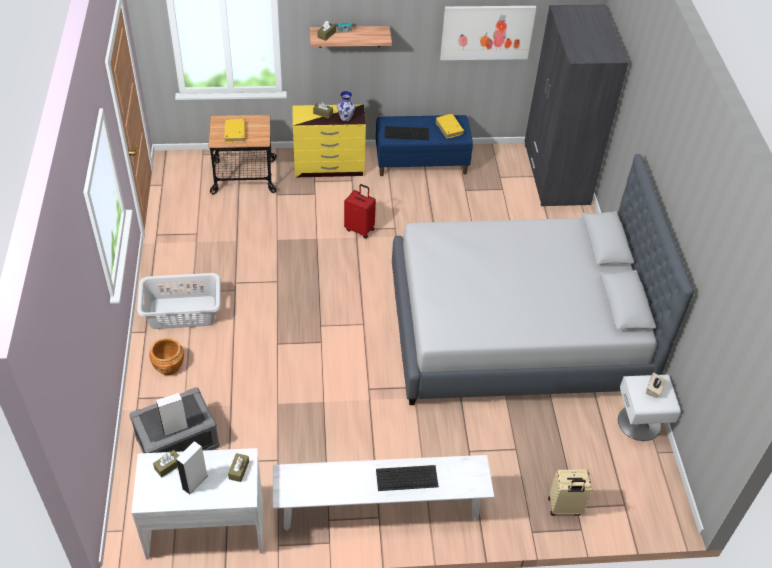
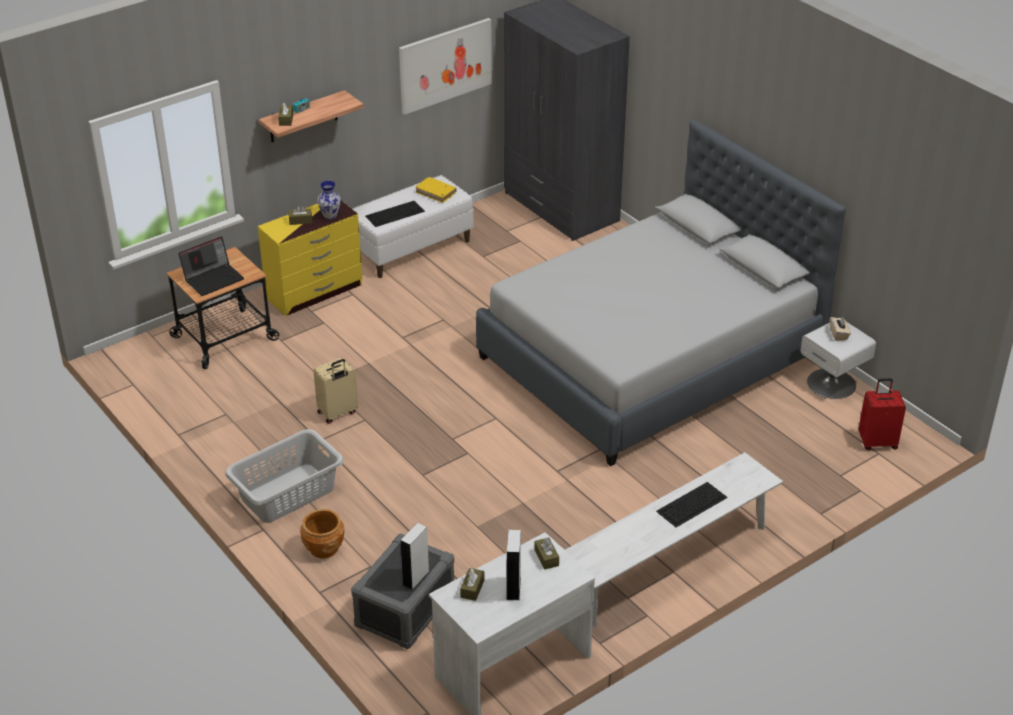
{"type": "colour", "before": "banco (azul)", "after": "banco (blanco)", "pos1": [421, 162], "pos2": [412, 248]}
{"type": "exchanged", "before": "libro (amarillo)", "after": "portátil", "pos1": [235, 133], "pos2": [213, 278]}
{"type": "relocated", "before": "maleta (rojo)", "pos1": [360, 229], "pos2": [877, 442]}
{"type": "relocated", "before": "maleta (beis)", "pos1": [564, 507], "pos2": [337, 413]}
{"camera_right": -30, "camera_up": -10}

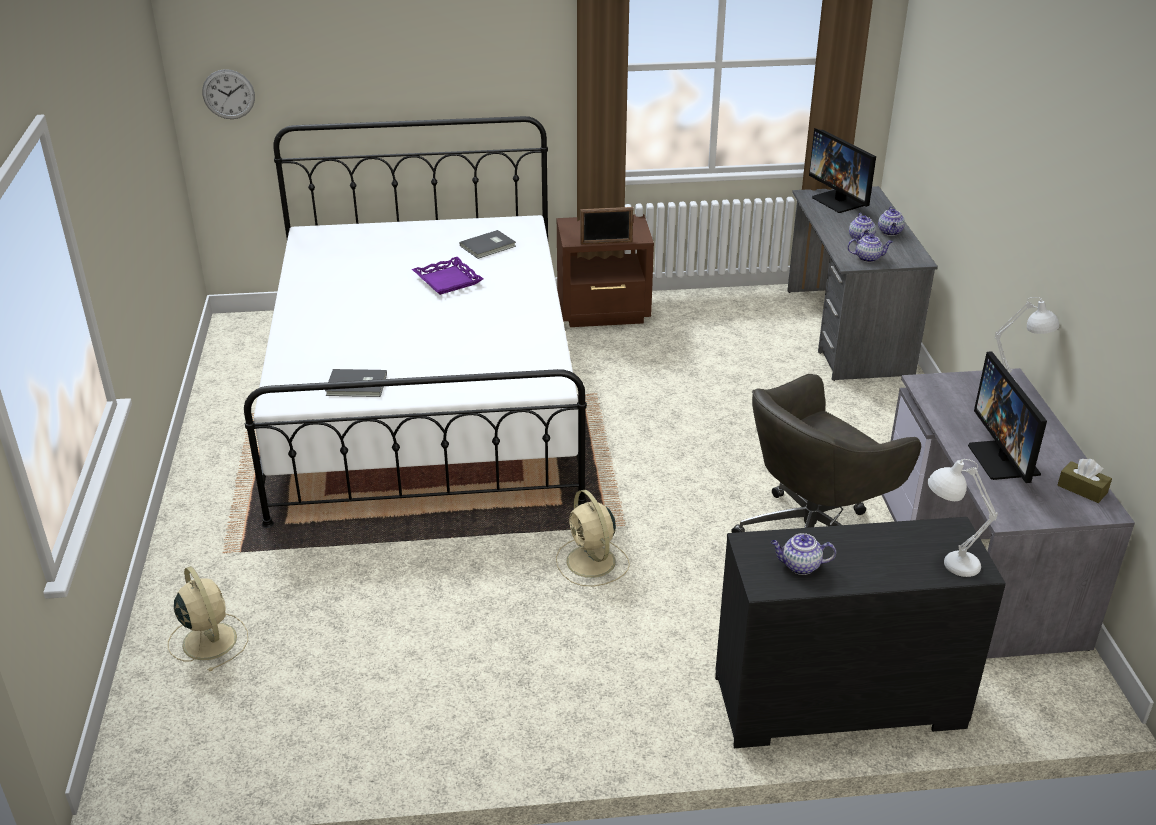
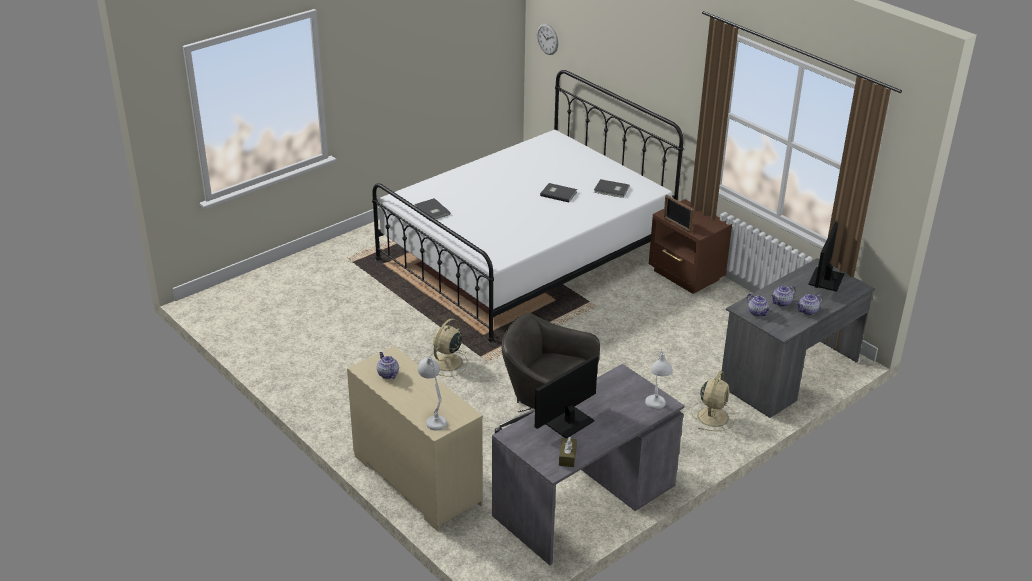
{"type": "exchanged", "before": "bandeja (morado)", "after": "libro (gris)", "pos1": [447, 280], "pos2": [558, 193]}
{"type": "colour", "before": "cómoda (negro)", "after": "cómoda (beis)", "pos1": [838, 704], "pos2": [416, 480]}
{"type": "relocated", "before": "ventilador (beis)", "pos1": [209, 639], "pos2": [713, 416]}
{"camera_right": 55, "camera_up": 0}

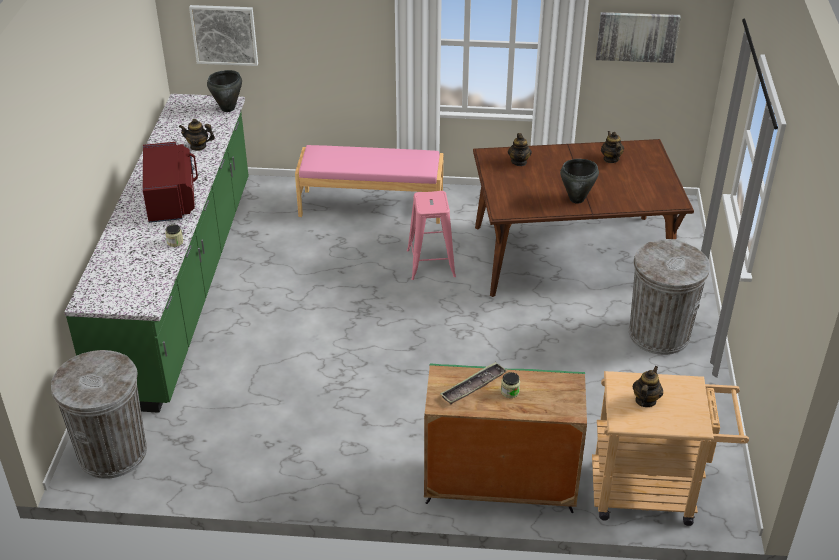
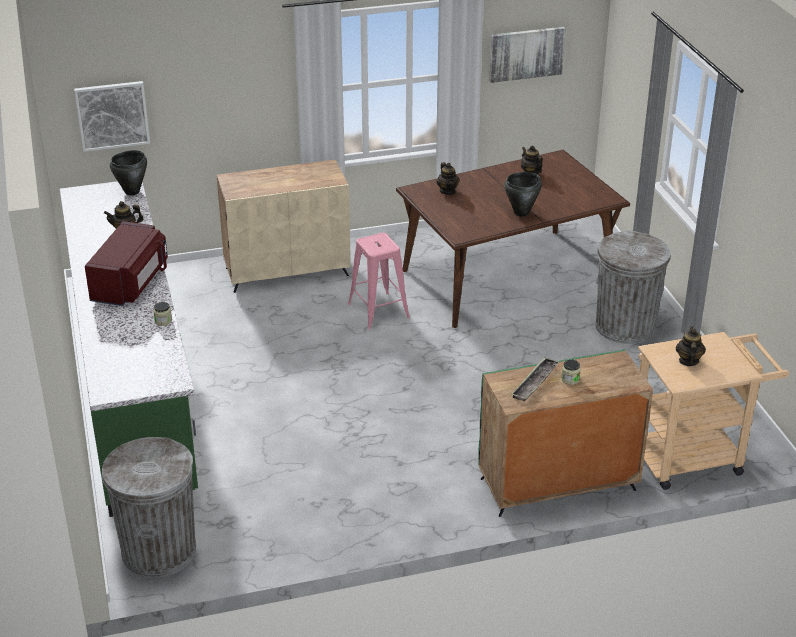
{"type": "spun", "before": "microondas (rojo)", "pos1": [171, 199], "pos2": [131, 283], "turn": 45}
{"type": "exchanged", "before": "banco (rosa)", "after": "armario (beis)", "pos1": [371, 206], "pos2": [287, 271]}
{"camera_right": -20, "camera_up": -5}

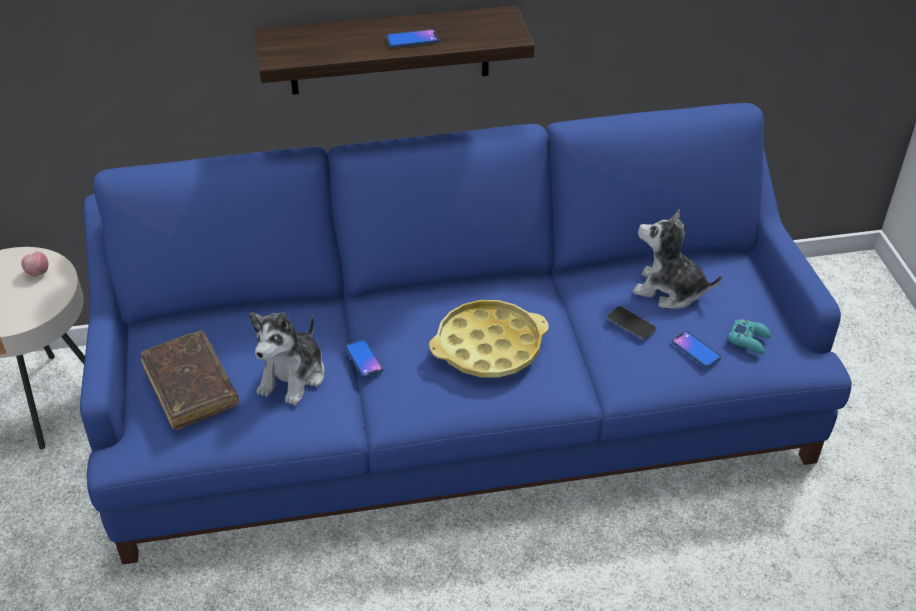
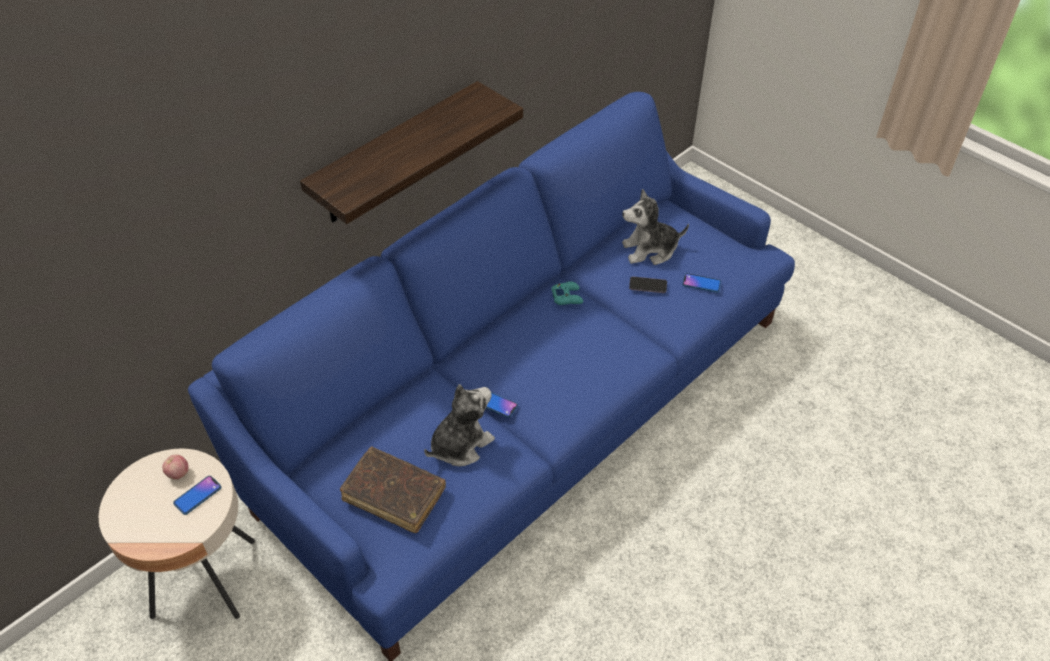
{"type": "relocated", "before": "móvil", "pos1": [412, 39], "pos2": [197, 495]}
{"type": "missing", "before": "bandeja (amarillo)", "pos1": [488, 346]}
{"type": "spun", "before": "peluche", "pos1": [293, 376], "pos2": [460, 444], "turn": -120}
{"type": "relocated", "before": "mando de consola (turquesa)", "pos1": [749, 340], "pos2": [567, 296]}
{"camera_right": -35, "camera_up": 5}

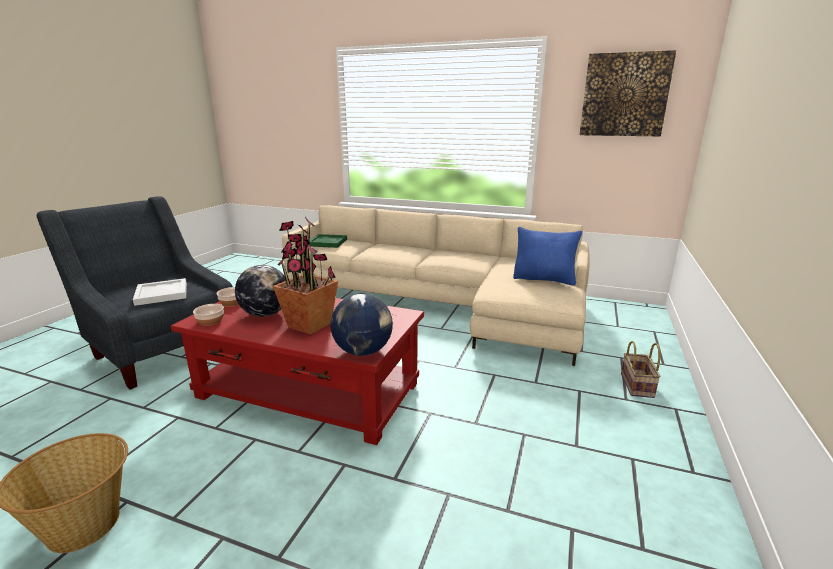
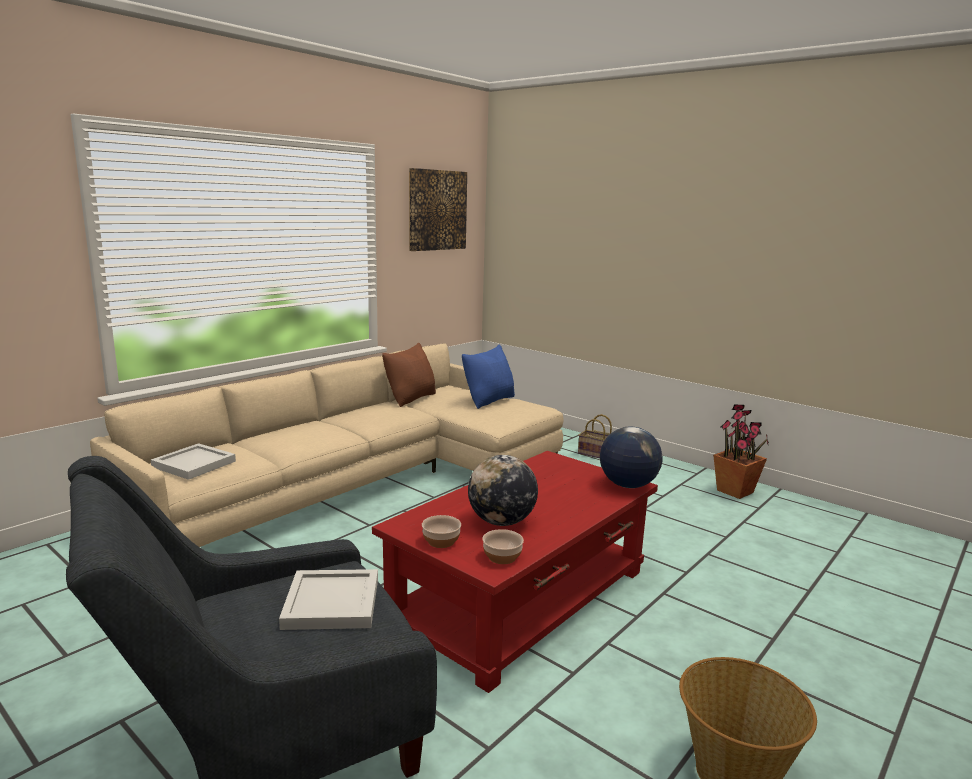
{"type": "relocated", "before": "planta en maceta", "pos1": [309, 325], "pos2": [735, 491]}
{"type": "colour", "before": "bandeja (verde)", "after": "bandeja (blanco)", "pos1": [328, 243], "pos2": [195, 464]}
{"type": "appeared", "after": "cojín (marrón)", "pos2": [411, 399]}
{"camera_right": -70, "camera_up": -5}

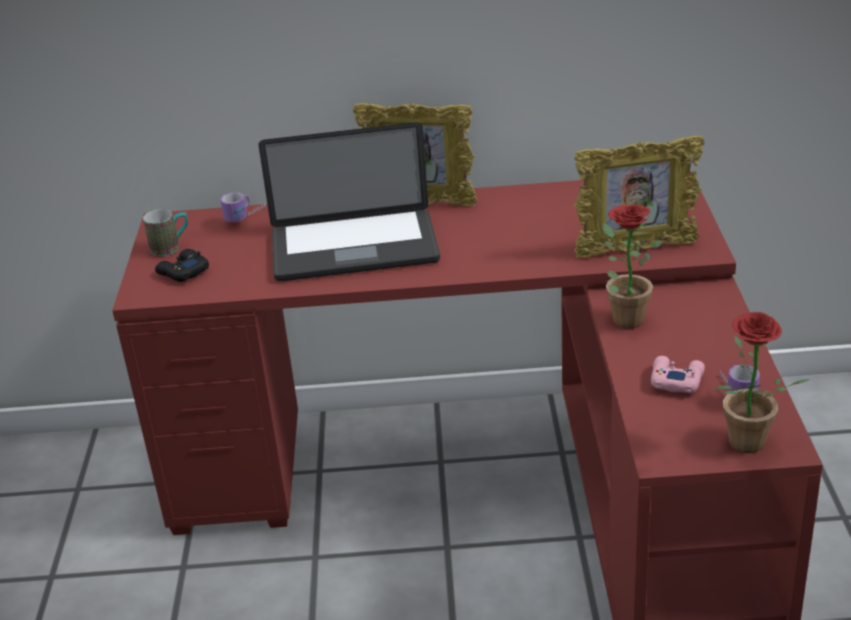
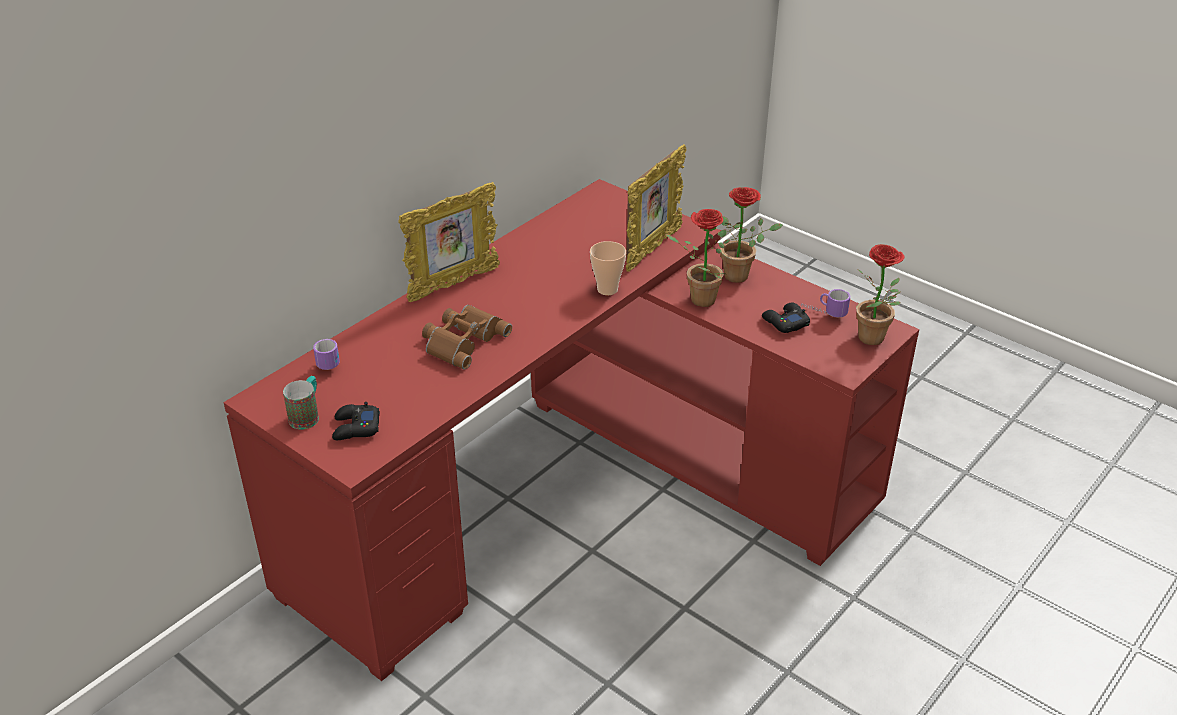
{"type": "exchanged", "before": "portátil", "after": "prismáticos (marrón)", "pos1": [354, 248], "pos2": [462, 340]}
{"type": "colour", "before": "mando de consola (rosa)", "after": "mando de consola (negro)", "pos1": [676, 380], "pos2": [785, 322]}
{"type": "appeared", "after": "planta en maceta", "pos2": [741, 275]}
{"type": "appeared", "after": "taza", "pos2": [607, 289]}
{"camera_right": -50, "camera_up": 5}

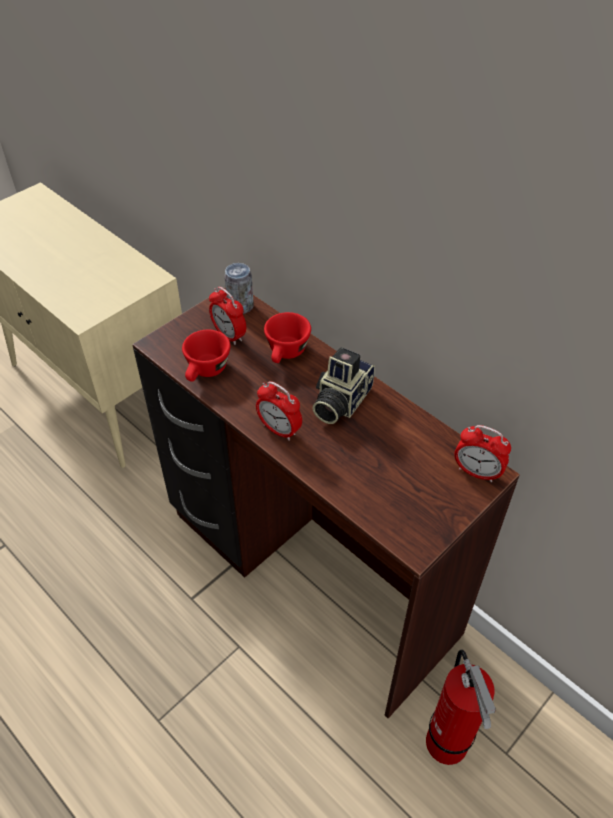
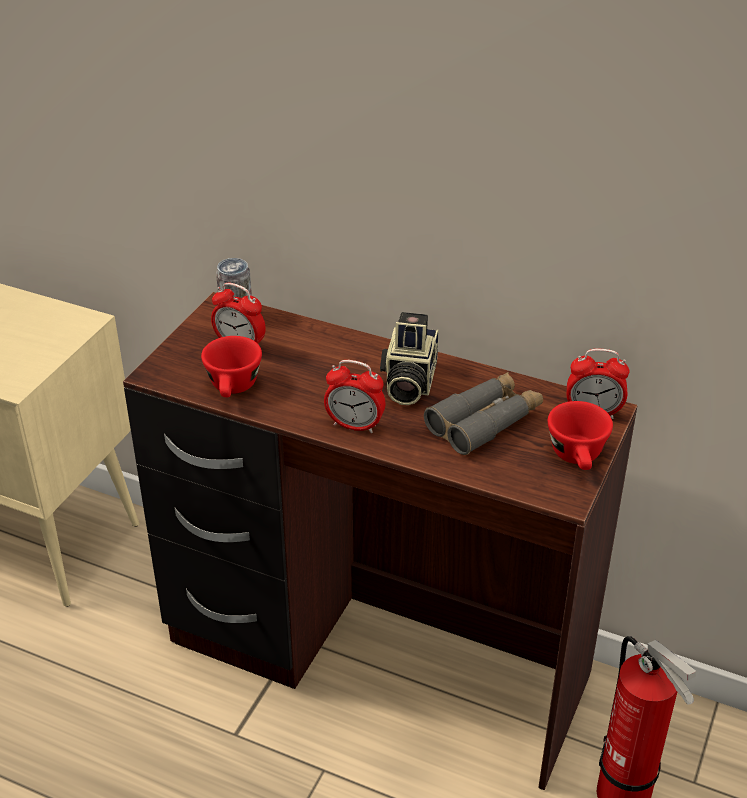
{"type": "relocated", "before": "taza (rojo)", "pos1": [286, 354], "pos2": [578, 458]}
{"type": "appeared", "after": "prismáticos (gris)", "pos2": [484, 421]}
{"camera_right": -20, "camera_up": -10}

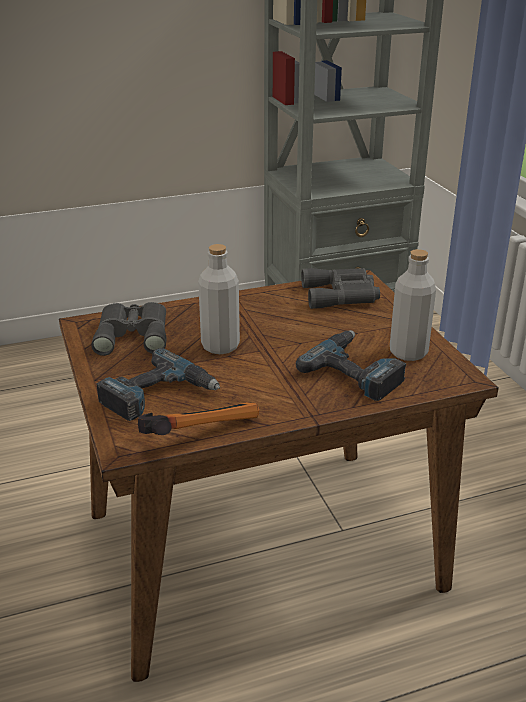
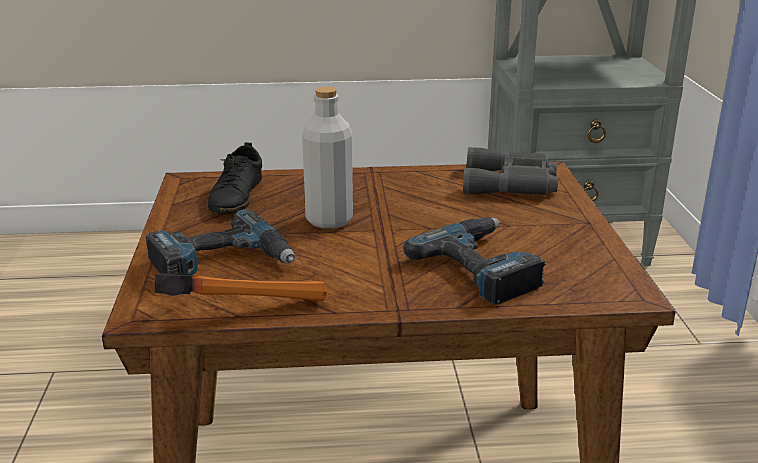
{"type": "missing", "before": "botella (gris)", "pos1": [408, 352]}
{"type": "exchanged", "before": "prismáticos (gris)", "after": "zapato (negro)", "pos1": [133, 334], "pos2": [236, 196]}
{"camera_right": 15, "camera_up": -5}

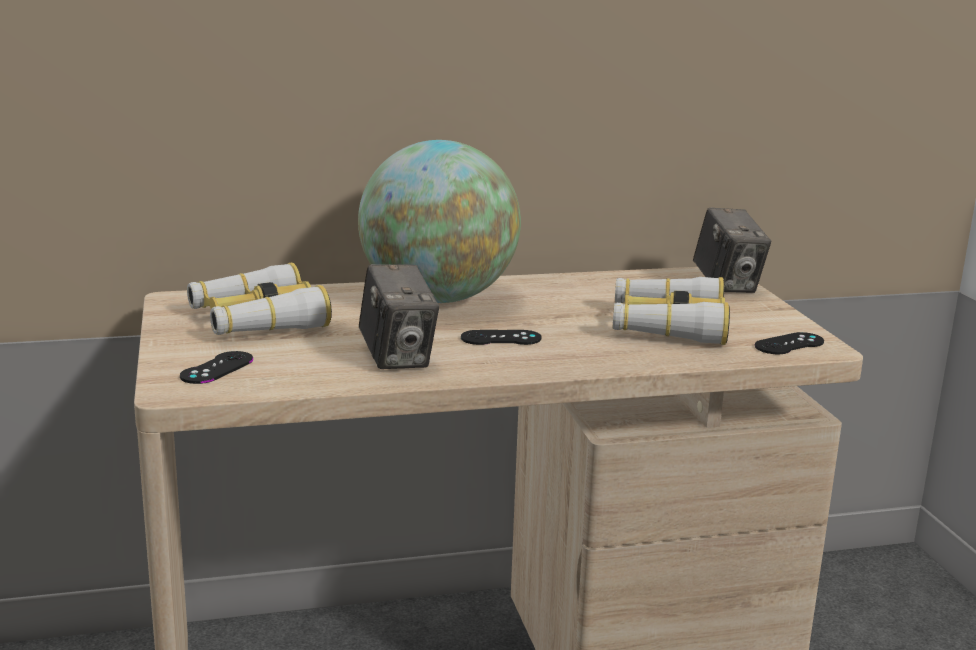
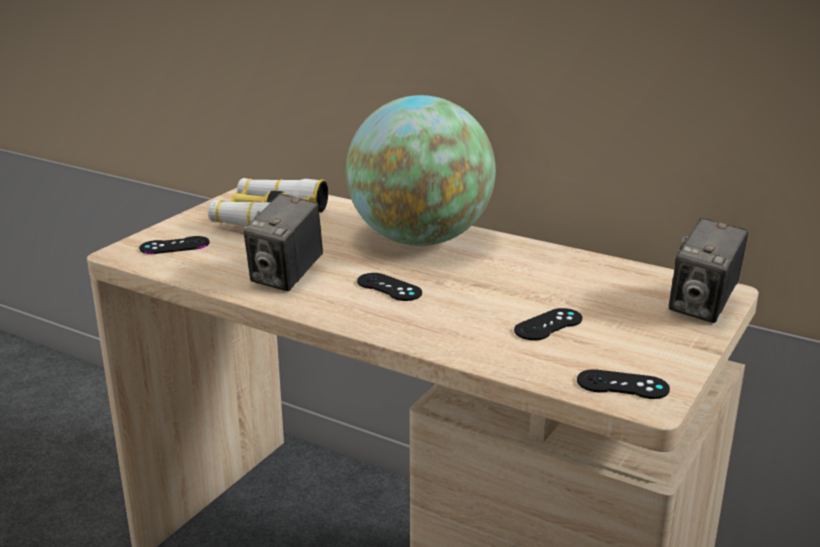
{"type": "exchanged", "before": "prismáticos", "after": "mando de consola (negro)", "pos1": [667, 325], "pos2": [548, 325]}
{"camera_right": 45, "camera_up": 5}

